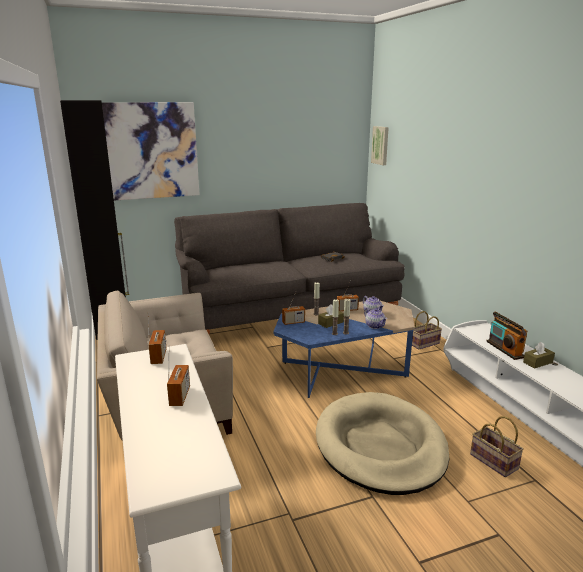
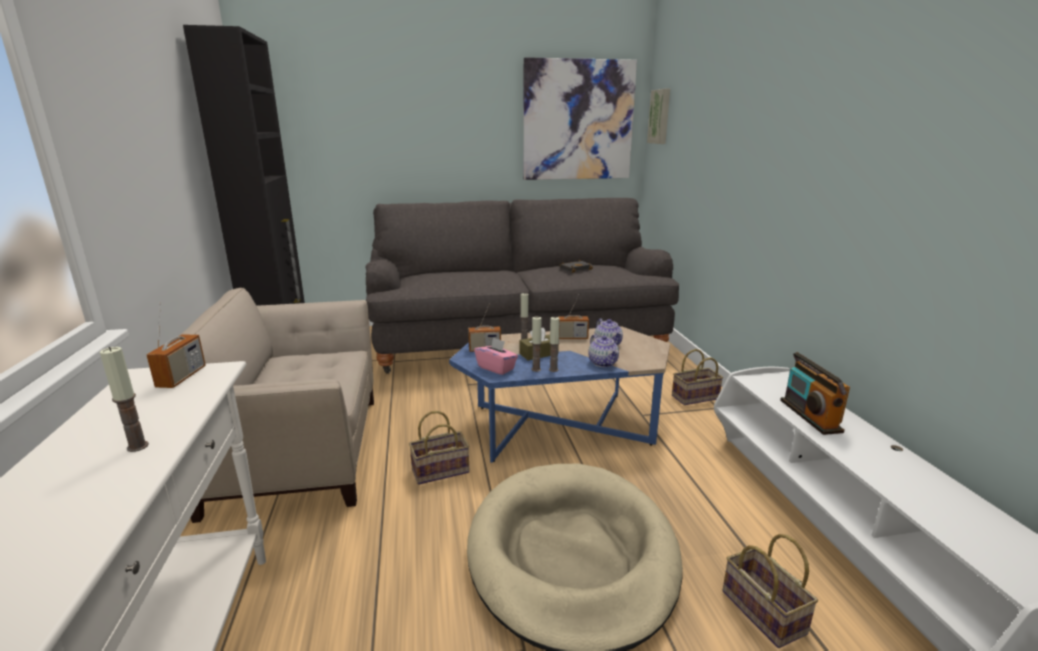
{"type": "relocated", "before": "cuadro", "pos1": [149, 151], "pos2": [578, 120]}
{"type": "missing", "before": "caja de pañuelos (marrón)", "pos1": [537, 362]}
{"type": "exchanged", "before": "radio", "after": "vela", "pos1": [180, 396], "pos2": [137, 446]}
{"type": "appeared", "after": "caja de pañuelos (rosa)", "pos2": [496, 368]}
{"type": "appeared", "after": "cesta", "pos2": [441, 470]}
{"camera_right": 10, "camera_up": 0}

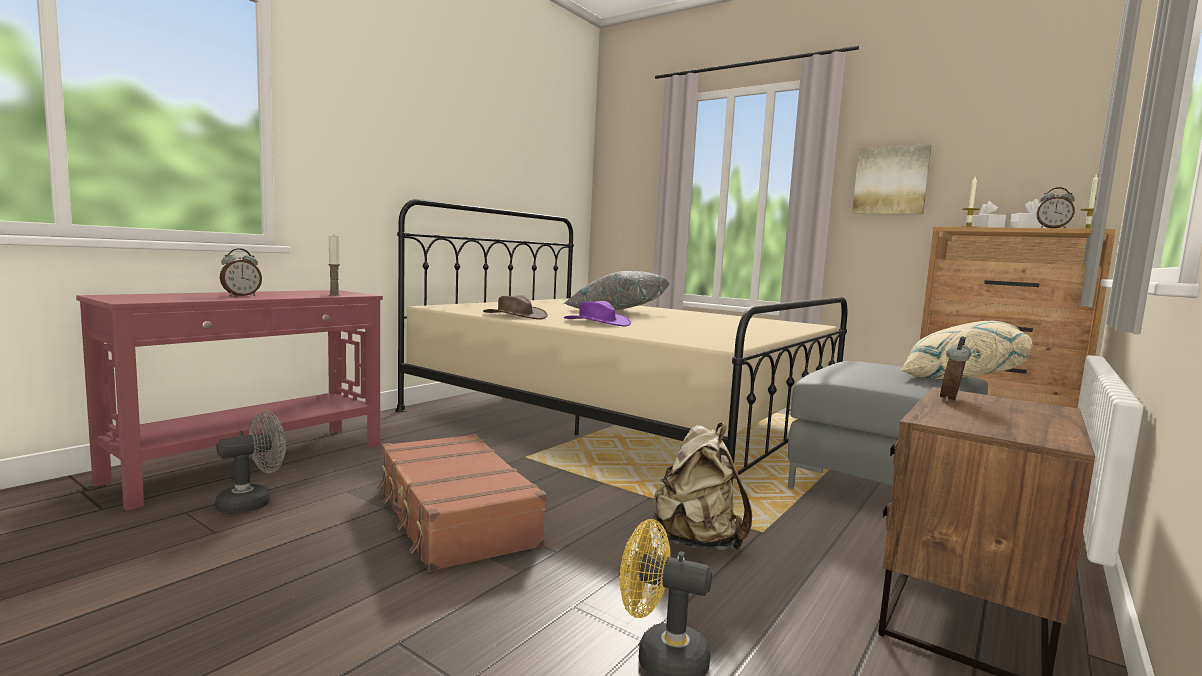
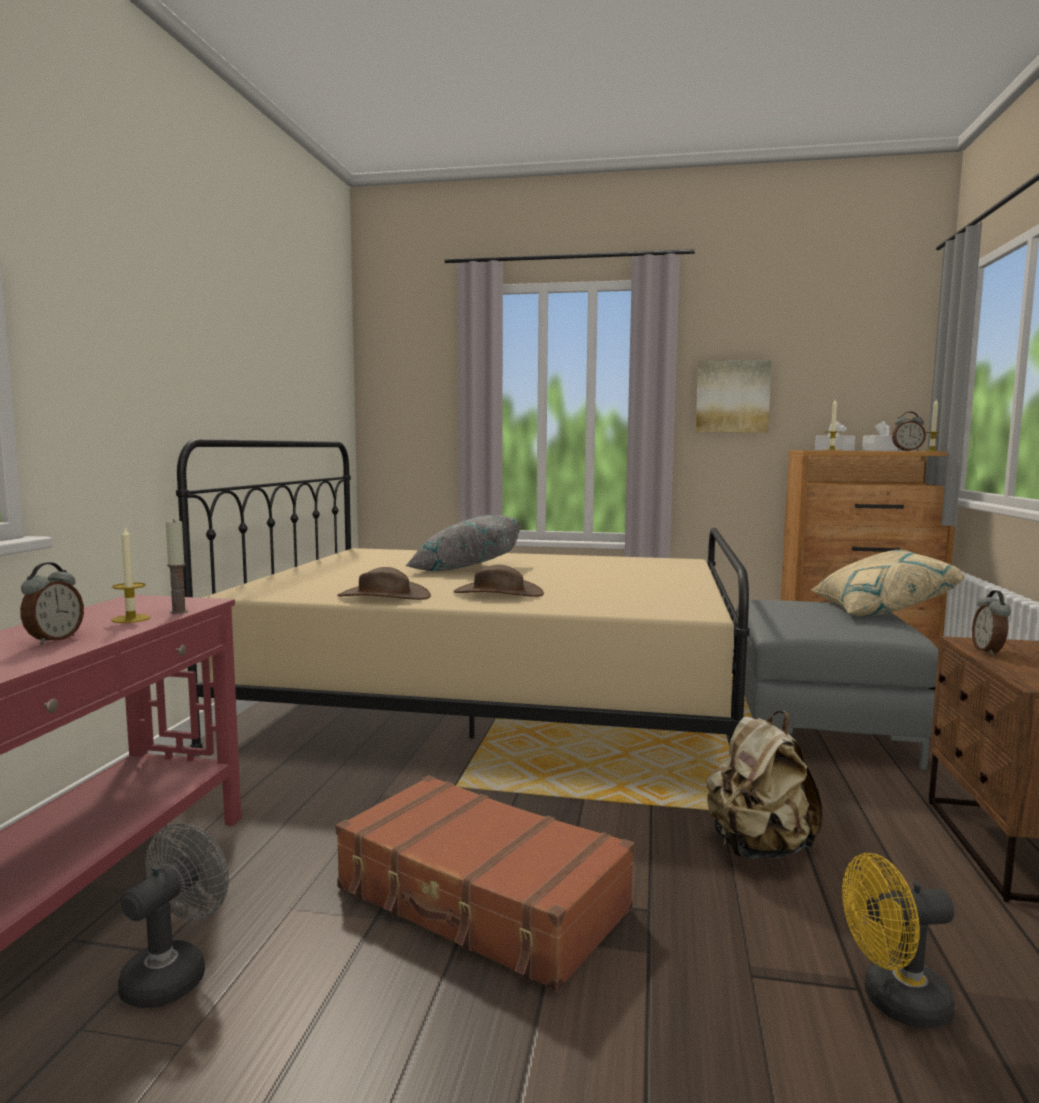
{"type": "colour", "before": "sombrero (morado)", "after": "sombrero (marrón)", "pos1": [596, 322], "pos2": [498, 593]}
{"type": "appeared", "after": "vela", "pos2": [131, 619]}
{"camera_right": -25, "camera_up": 0}

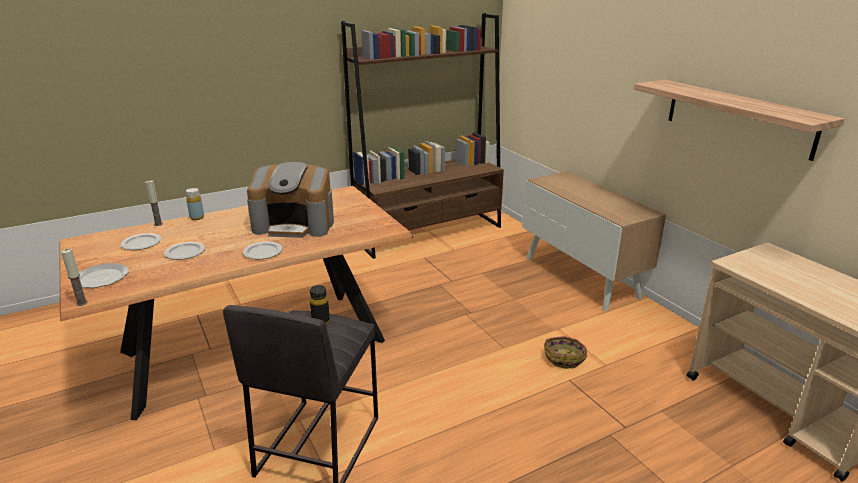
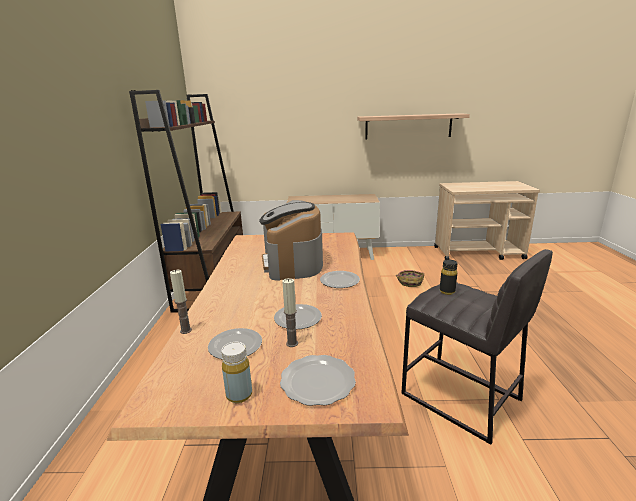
{"type": "spun", "before": "cafetera", "pos1": [295, 224], "pos2": [292, 263], "turn": 135}
{"type": "relocated", "before": "botella (amarillo)", "pos1": [197, 217], "pos2": [239, 395]}
{"type": "relocated", "before": "vela", "pos1": [82, 303], "pos2": [292, 343]}
{"camera_right": -60, "camera_up": -5}

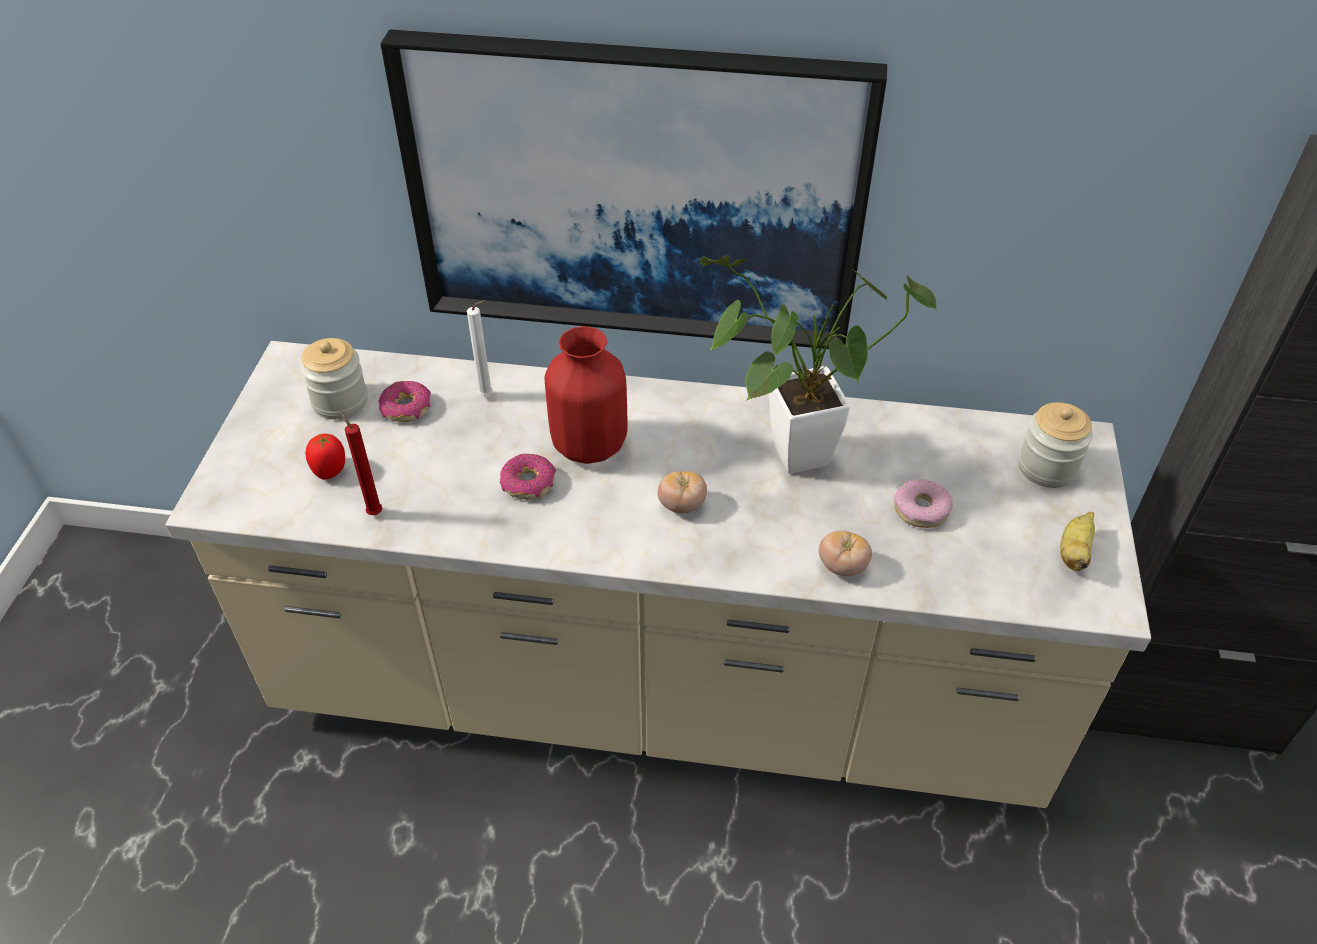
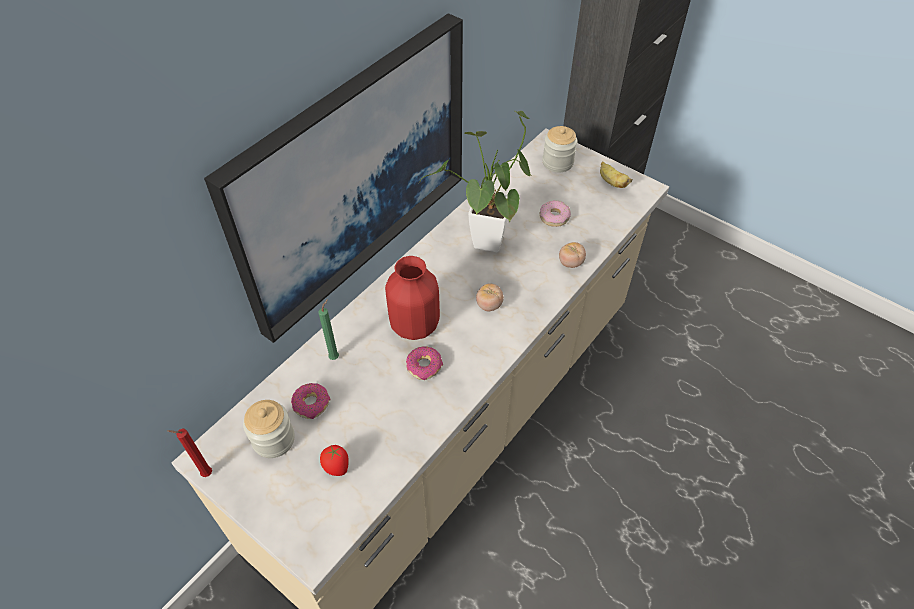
{"type": "colour", "before": "vela (blanco)", "after": "vela (verde)", "pos1": [488, 396], "pos2": [335, 356]}
{"type": "relocated", "before": "vela (rojo)", "pos1": [373, 512], "pos2": [205, 474]}
{"camera_right": -60, "camera_up": 5}

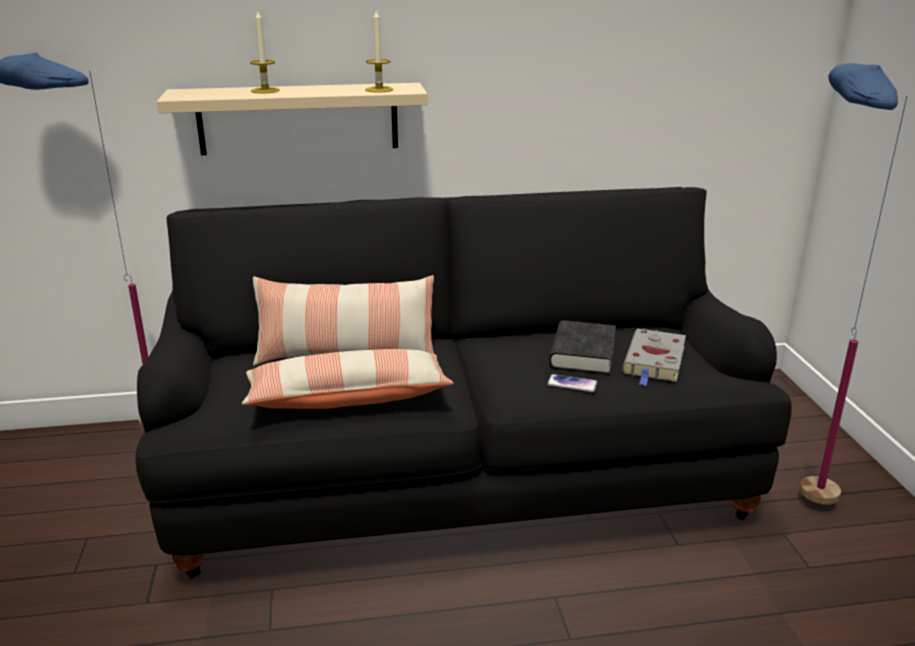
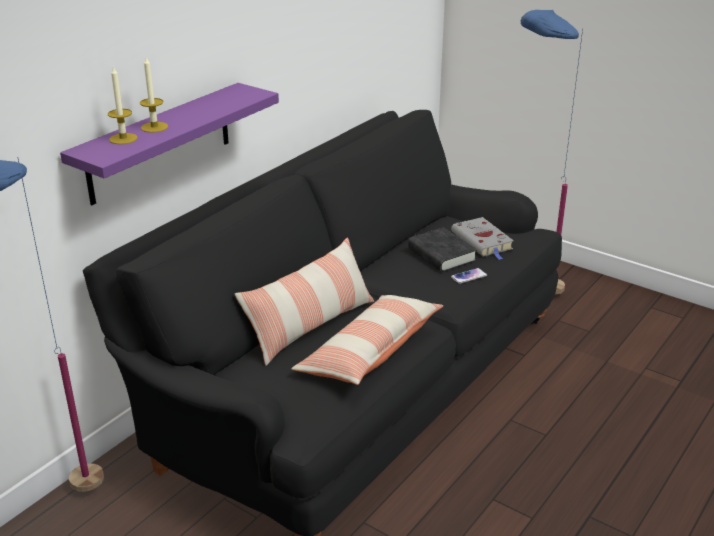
{"type": "relocated", "before": "vela", "pos1": [379, 89], "pos2": [123, 138]}
{"type": "colour", "before": "estante (beis)", "after": "estante (morado)", "pos1": [298, 119], "pos2": [160, 143]}
{"camera_right": -45, "camera_up": 5}

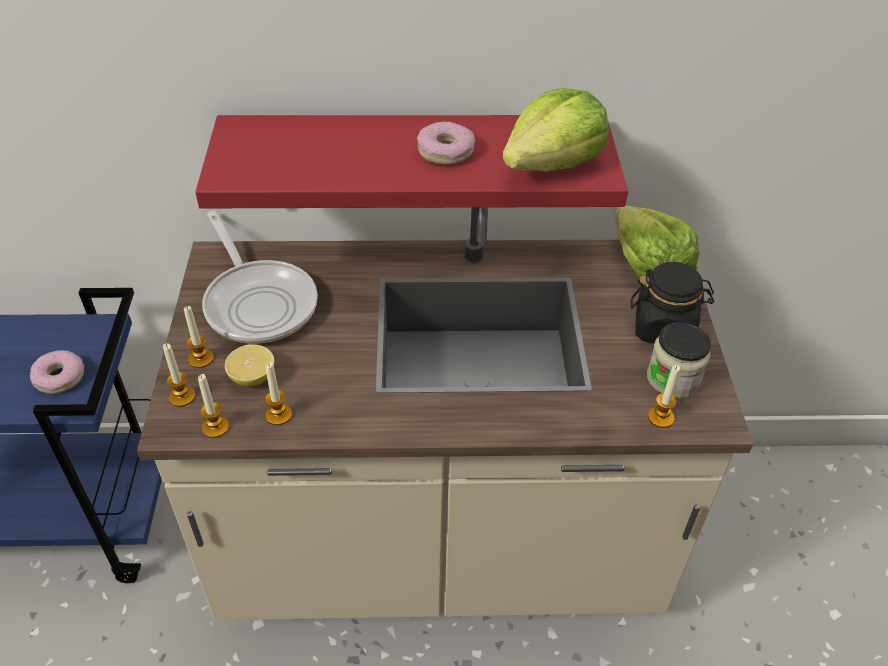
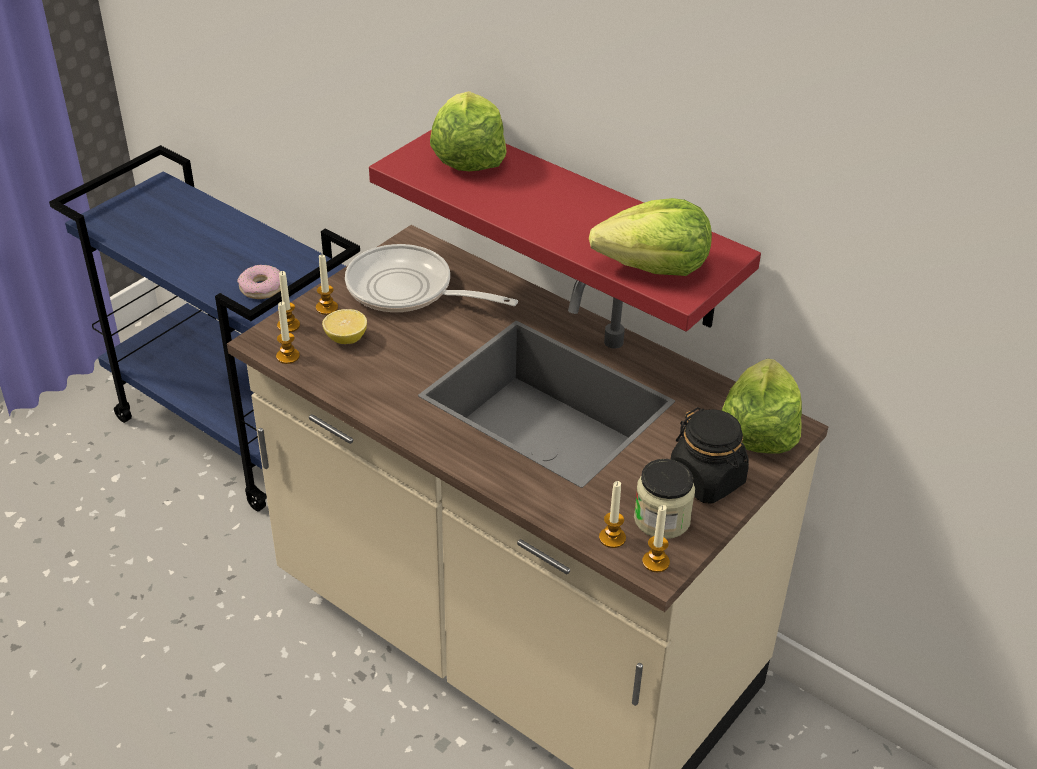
{"type": "missing", "before": "rosquilla", "pos1": [445, 151]}
{"type": "spun", "before": "sartén", "pos1": [258, 302], "pos2": [408, 290], "turn": 105}
{"type": "relocated", "before": "vela", "pos1": [278, 415], "pos2": [655, 562]}
{"type": "appeared", "after": "lechuga", "pos2": [467, 156]}
{"camera_right": 40, "camera_up": -5}

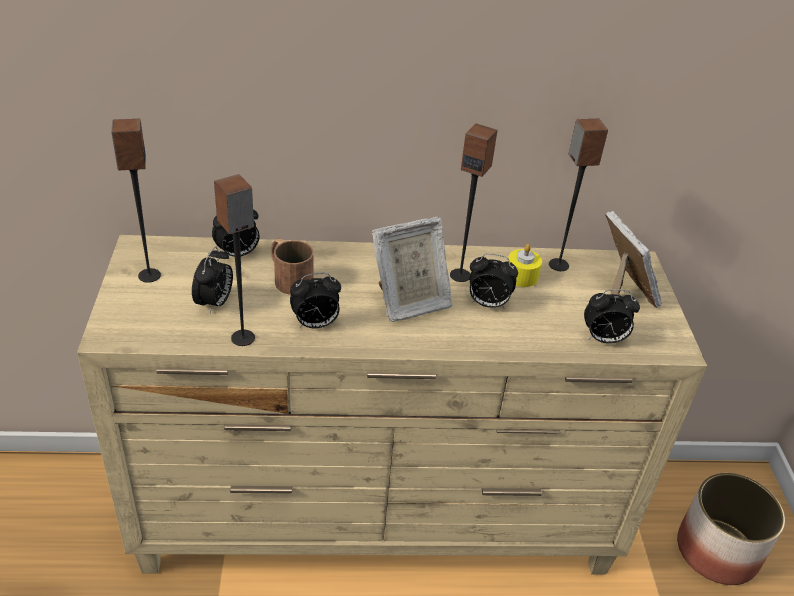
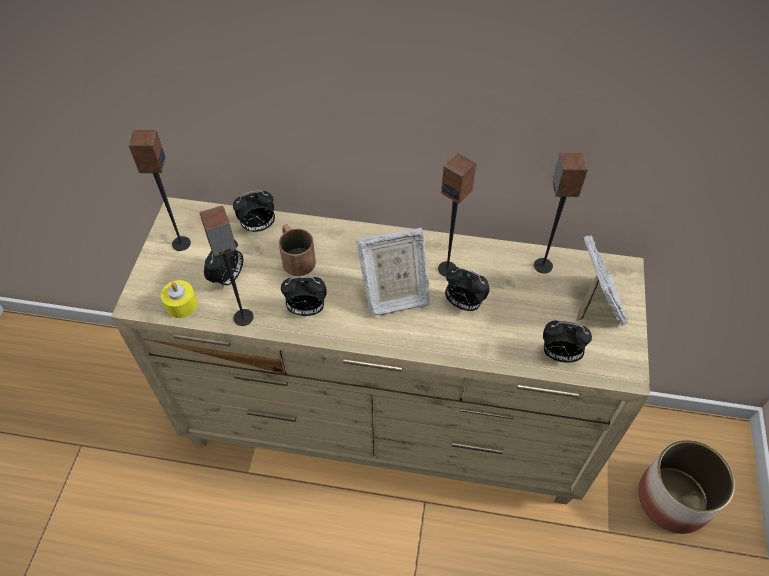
{"type": "relocated", "before": "vela (amarillo)", "pos1": [521, 276], "pos2": [181, 305]}
{"camera_right": 15, "camera_up": 15}

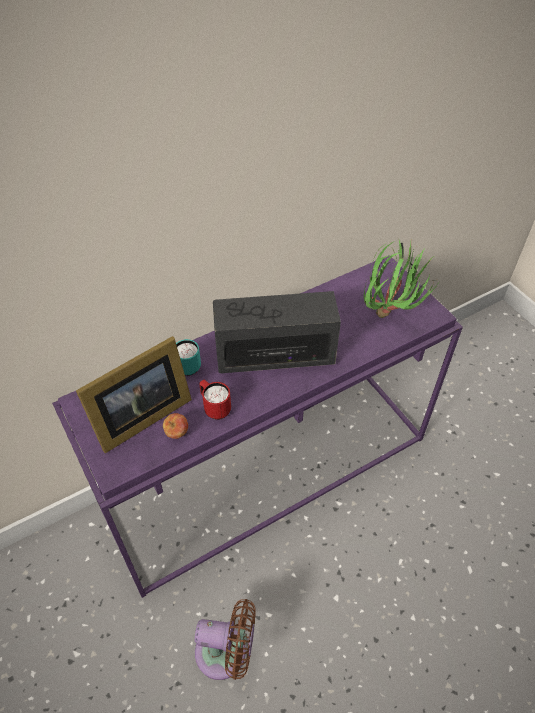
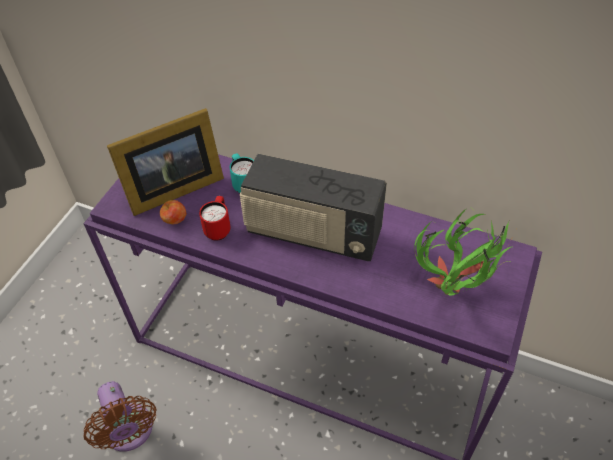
{"type": "spun", "before": "radio", "pos1": [276, 354], "pos2": [313, 234], "turn": 150}
{"type": "spun", "before": "portarretratos", "pos1": [138, 418], "pos2": [171, 189], "turn": -45}
{"camera_right": 55, "camera_up": 0}

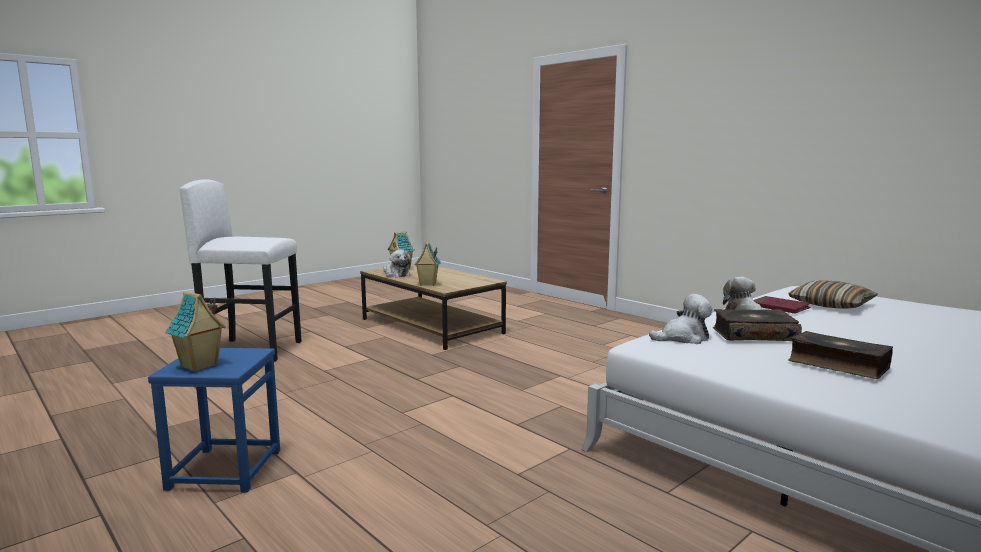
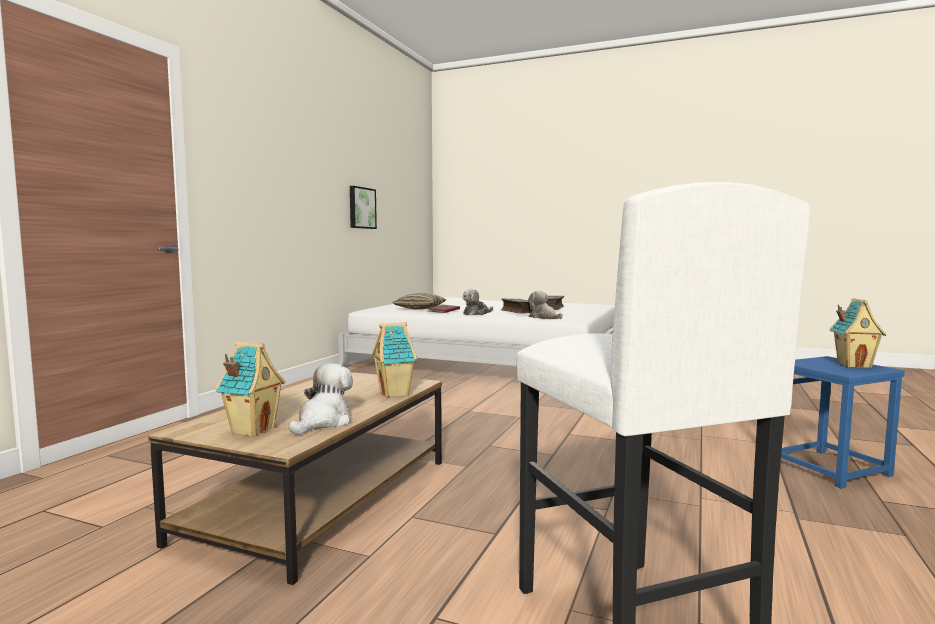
{"type": "appeared", "after": "cuadro", "pos2": [361, 208]}
{"camera_right": -115, "camera_up": -5}

